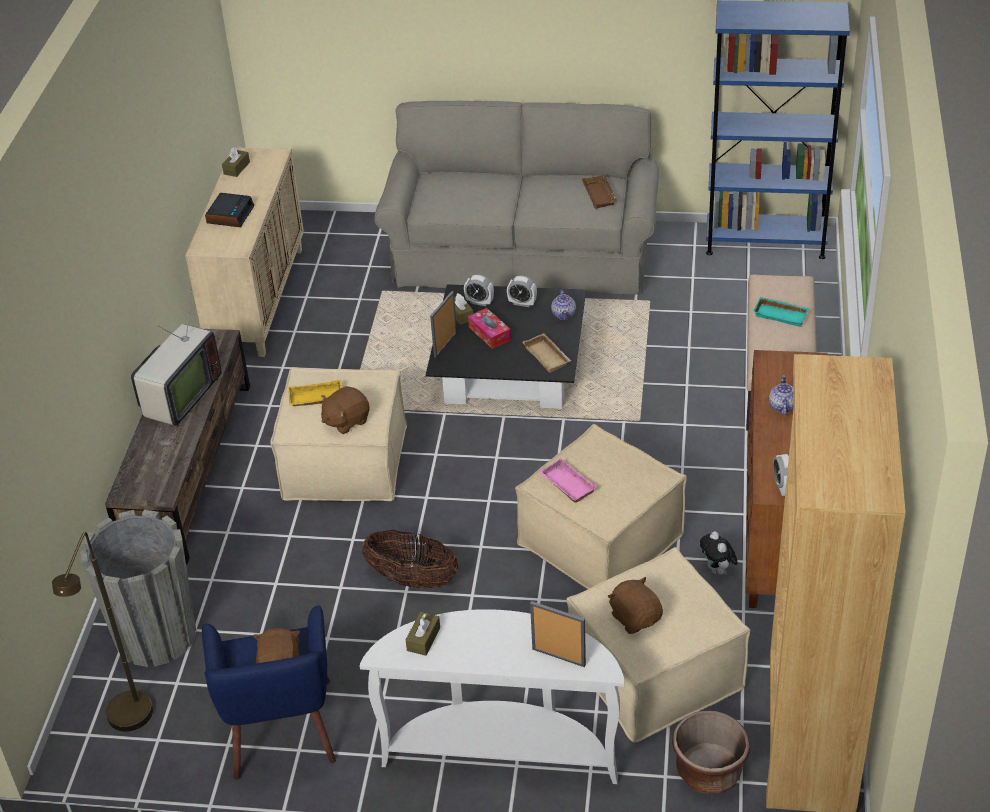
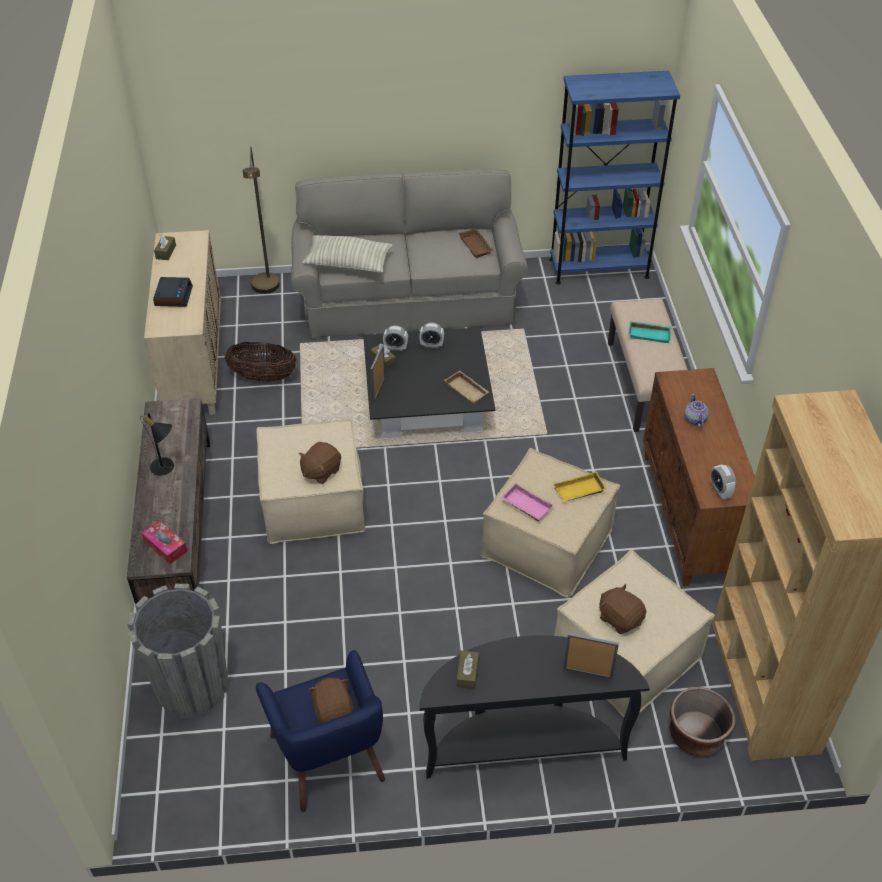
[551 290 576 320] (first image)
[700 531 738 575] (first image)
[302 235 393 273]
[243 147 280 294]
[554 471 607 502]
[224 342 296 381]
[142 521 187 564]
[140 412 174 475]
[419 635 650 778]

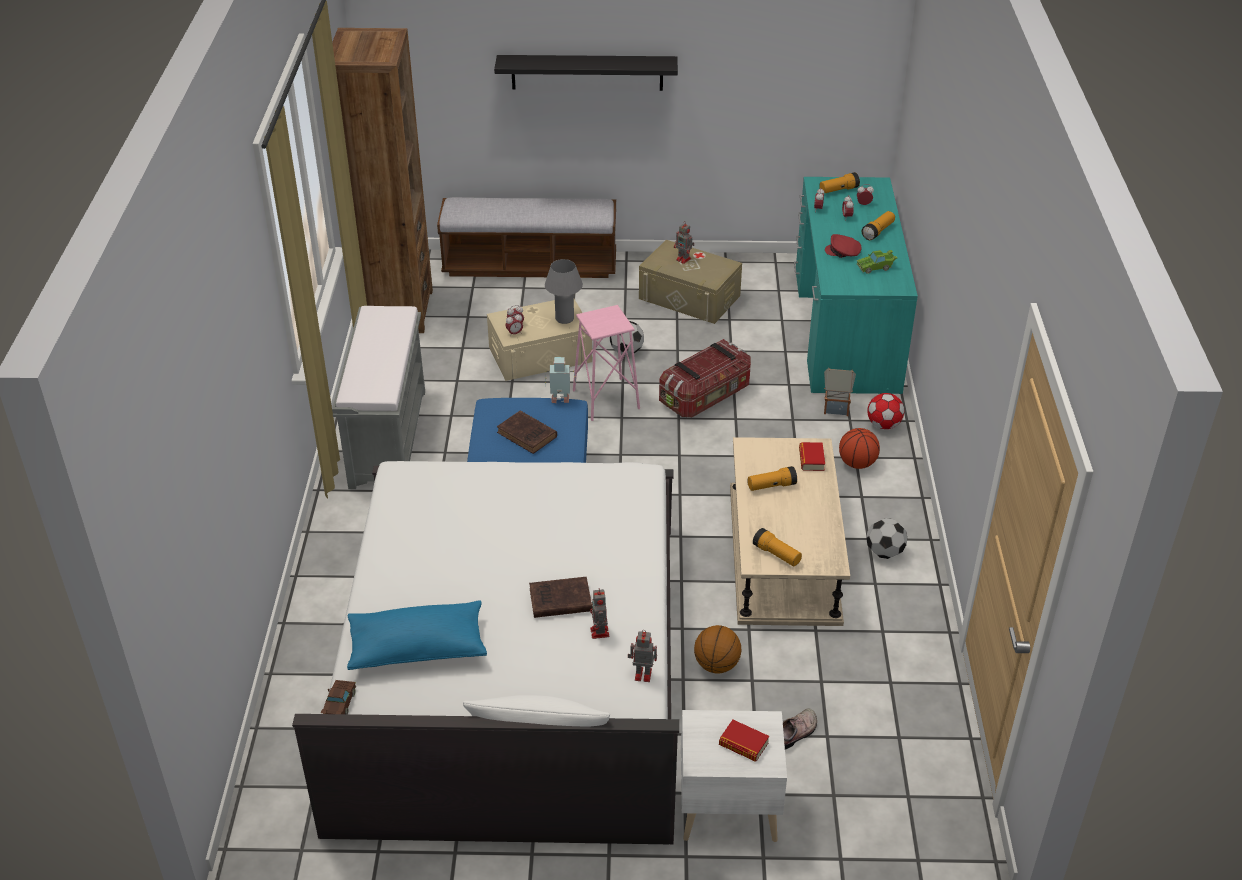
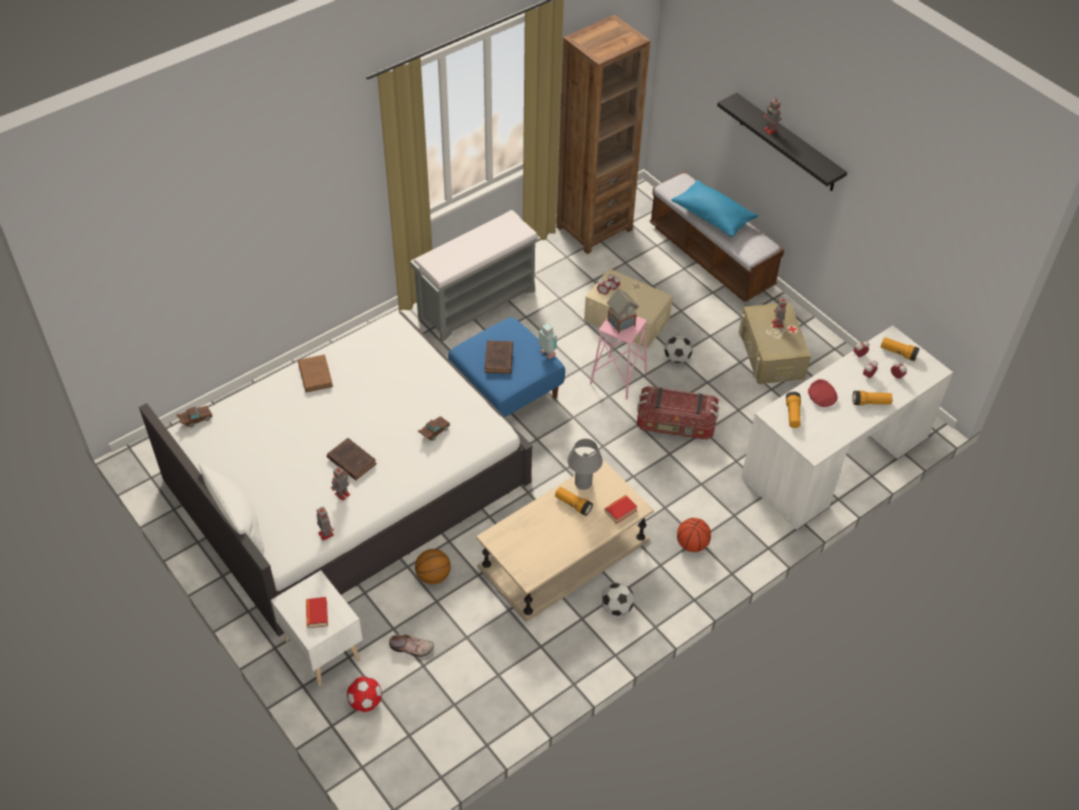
[857 250 897 274] (first image)
[298 355 333 392]
[417 416 450 441]
[763 97 782 135]
[671 180 758 237]
[567 439 603 490]
[786 392 801 428]
[607 288 639 334]
[347 676 382 712]
[741 325 953 530]

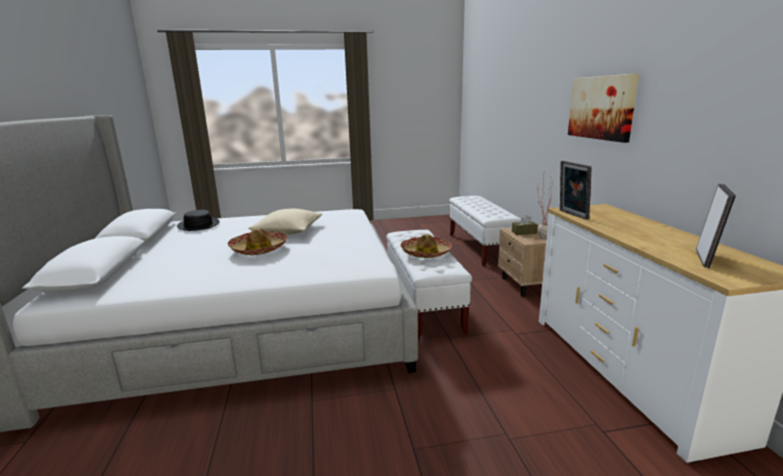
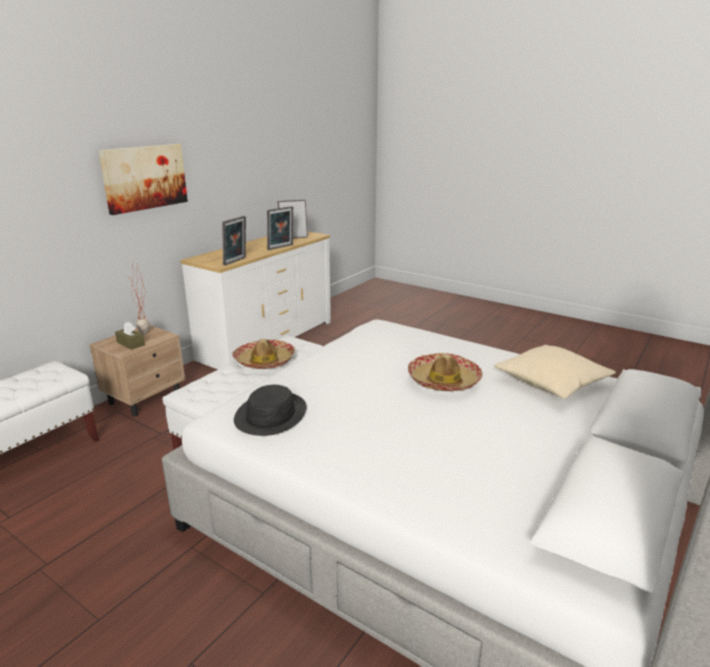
[267 206 293 250]
[234 385 307 436]
[495 345 616 399]

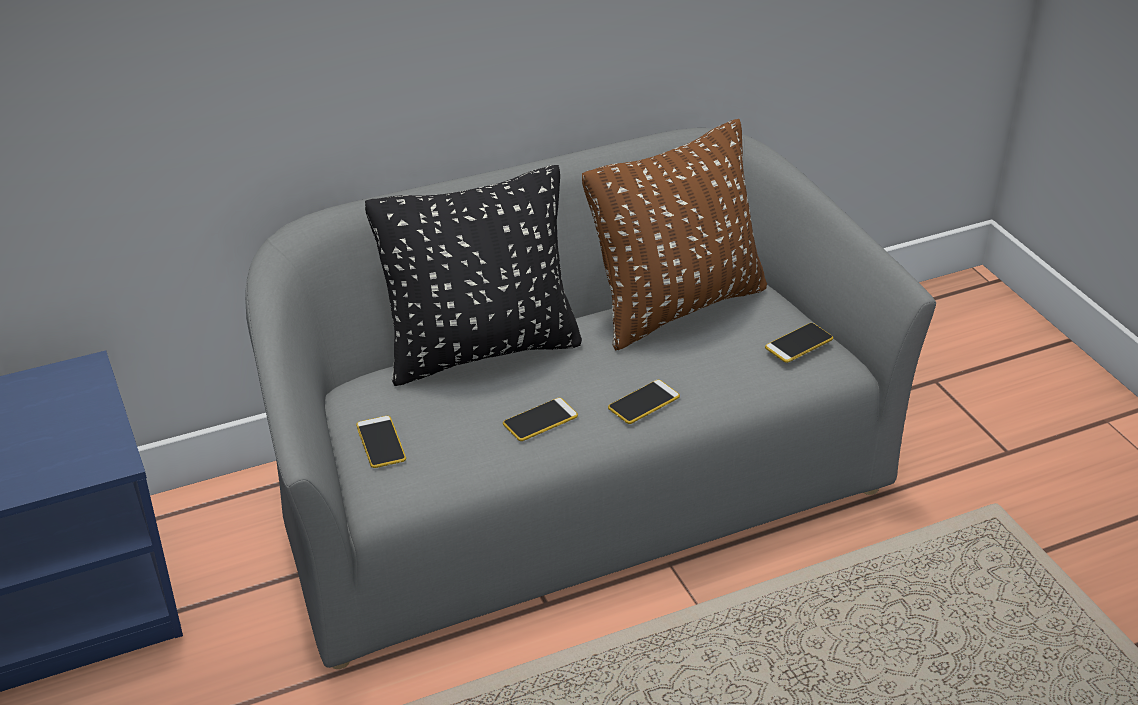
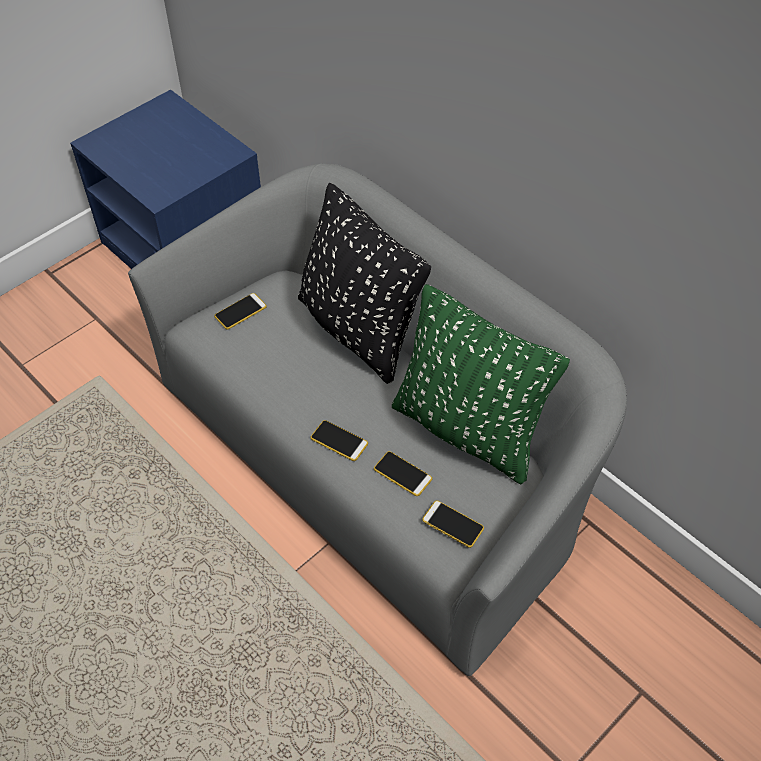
[374 451 432 496]
[392 284 570 485]

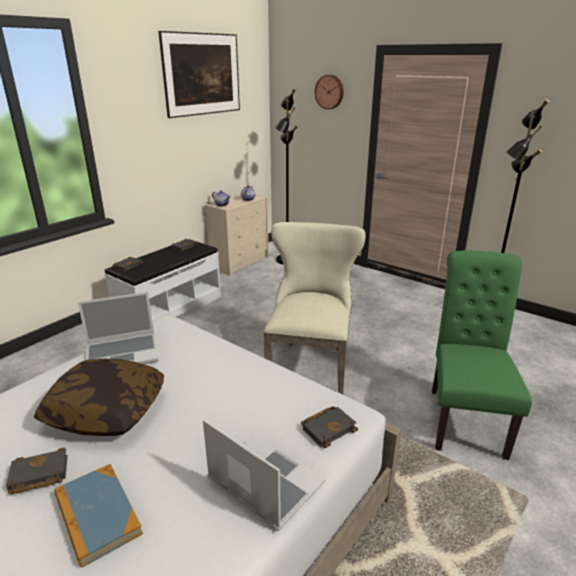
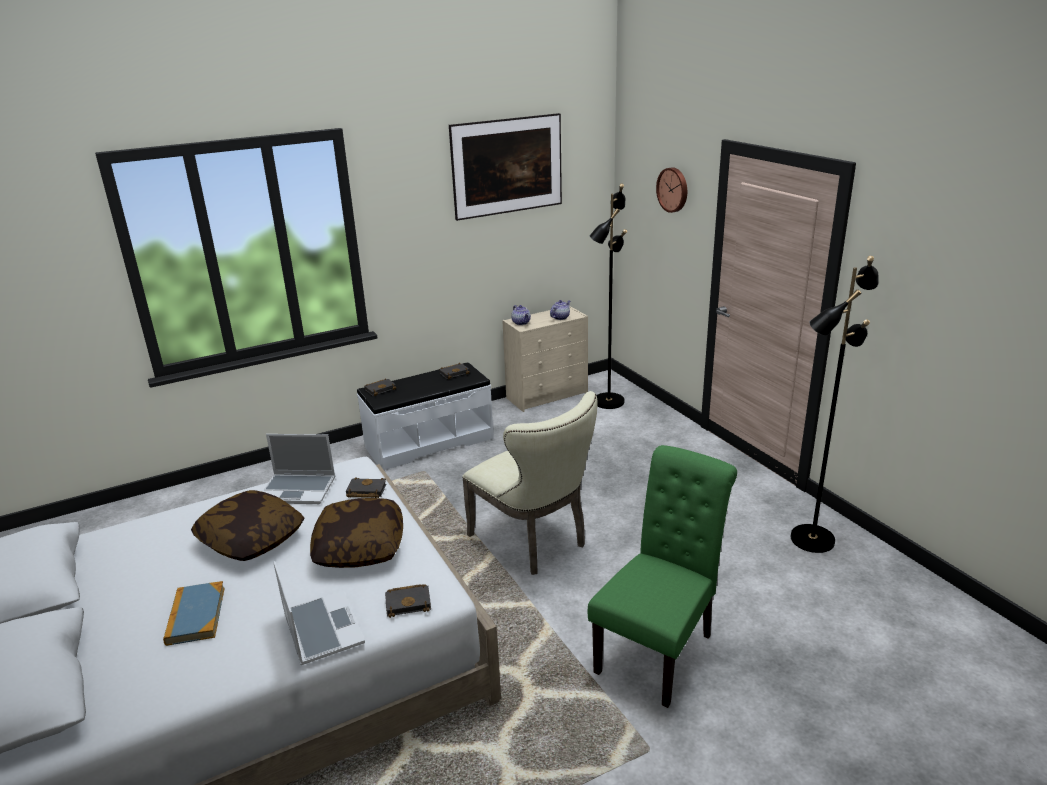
[310 498 403 568]
[346 477 386 498]
[462 391 598 575]

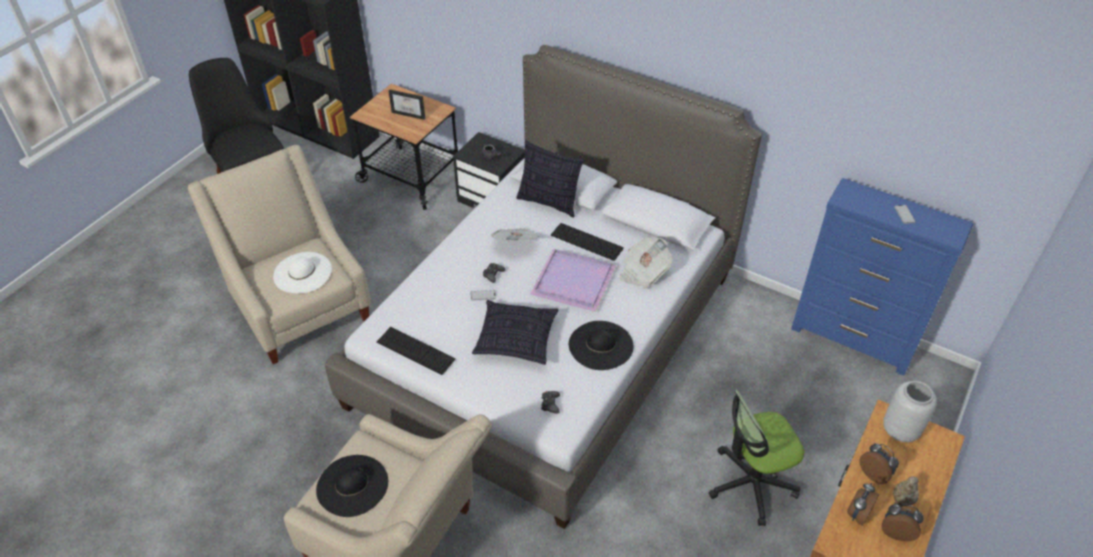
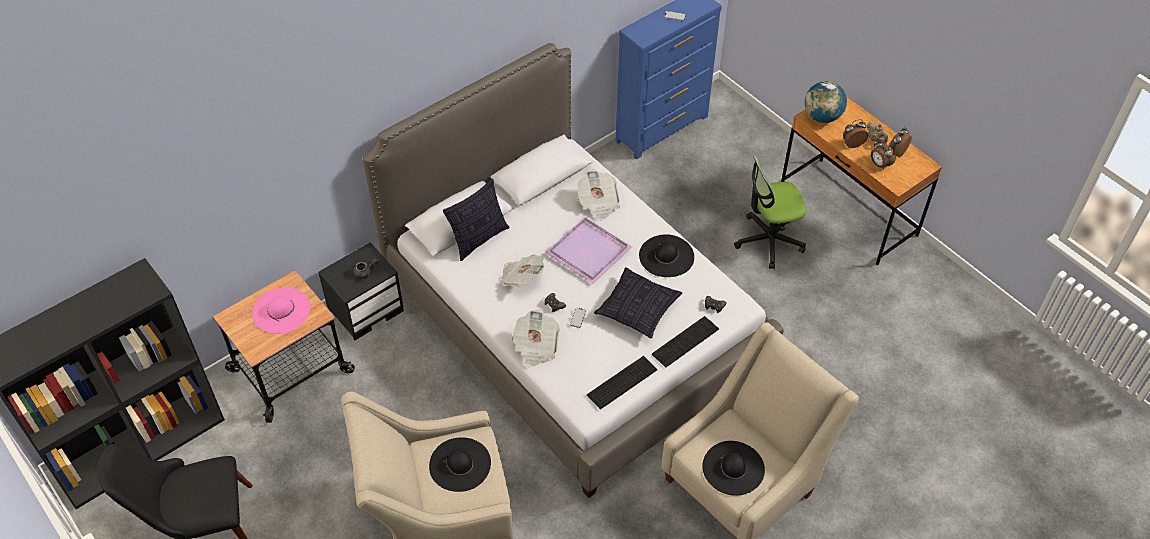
[512 310 560 367]
[652 316 719 368]
[252 288 310 334]
[805 81 847 123]
[429 437 491 492]
[734 155 806 269]

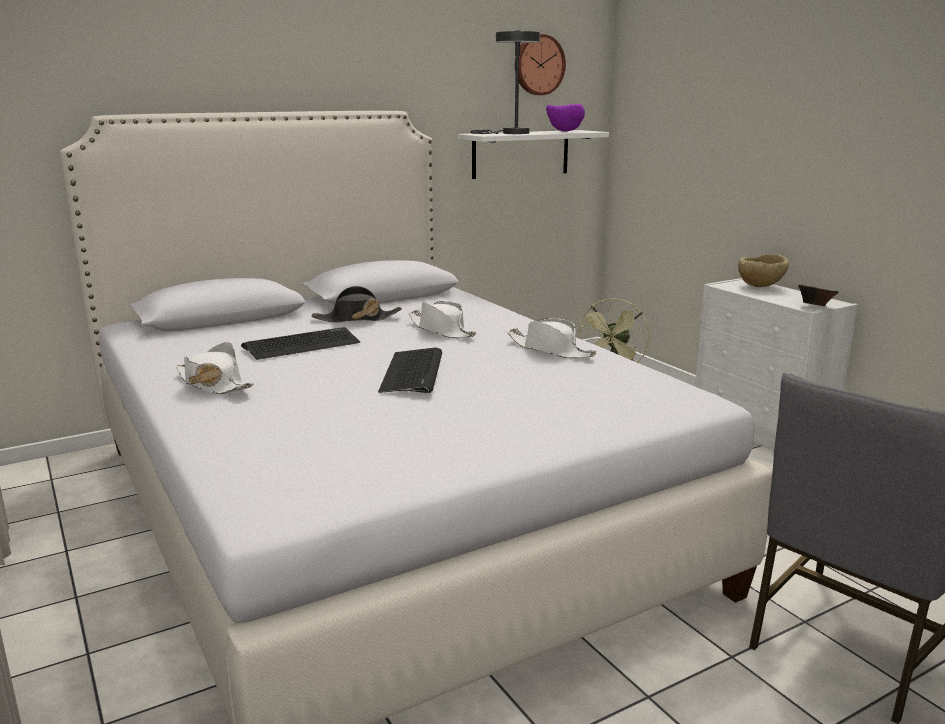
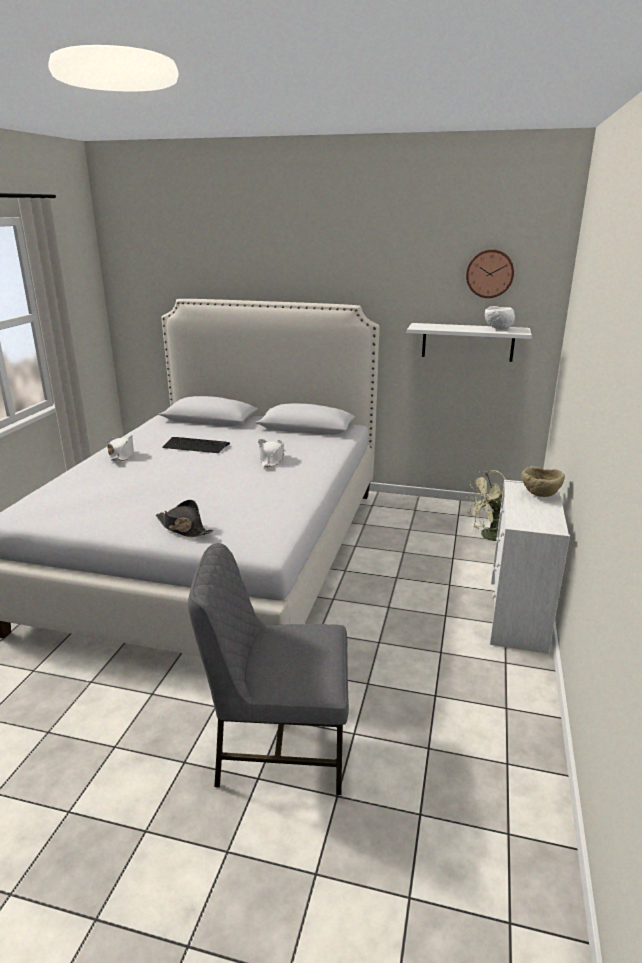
[378 347 442 393] (first image)
[471 31 540 134] (first image)
[507 318 597 359] (first image)
[798 284 839 306] (first image)
[156 500 214 537]
[485 306 515 330]

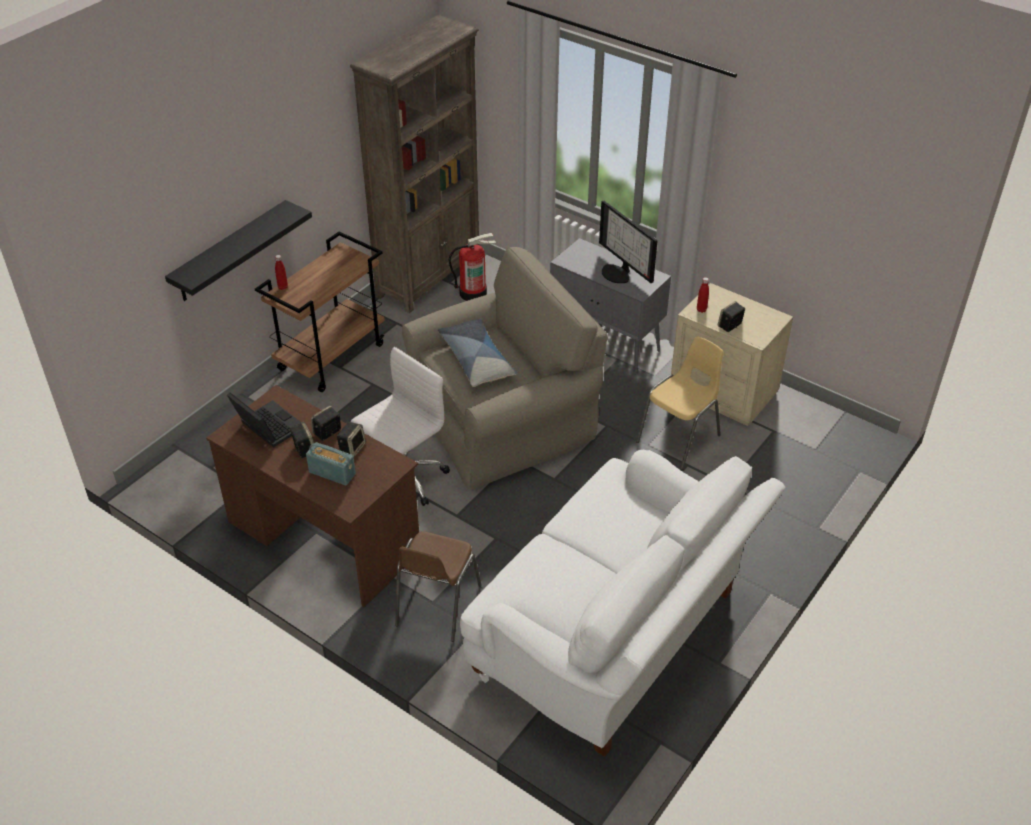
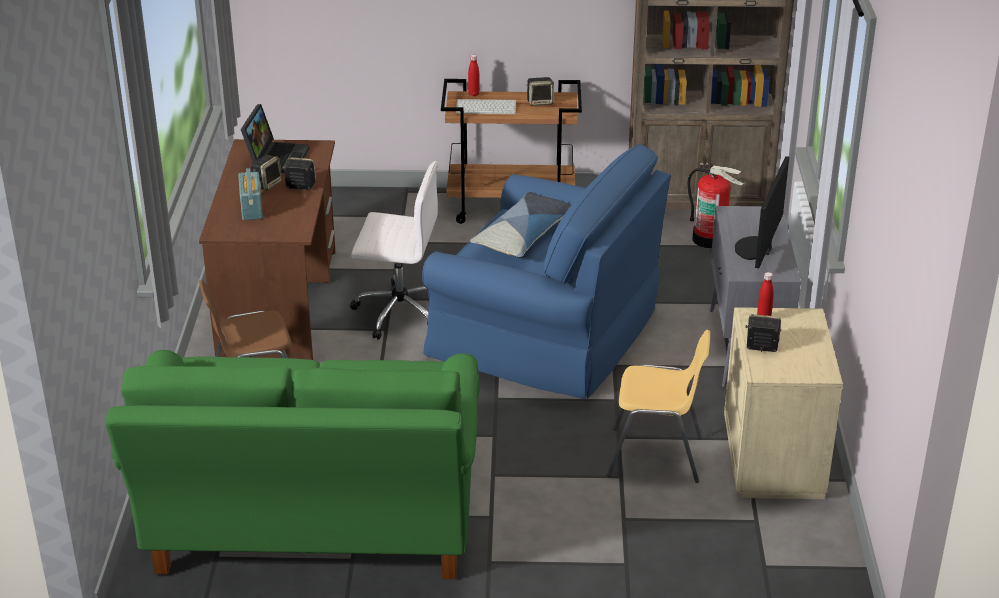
[165 200 312 301] (first image)
[456 99 516 114]
[527 77 554 106]
[422 144 671 399]
[105 350 480 579]

